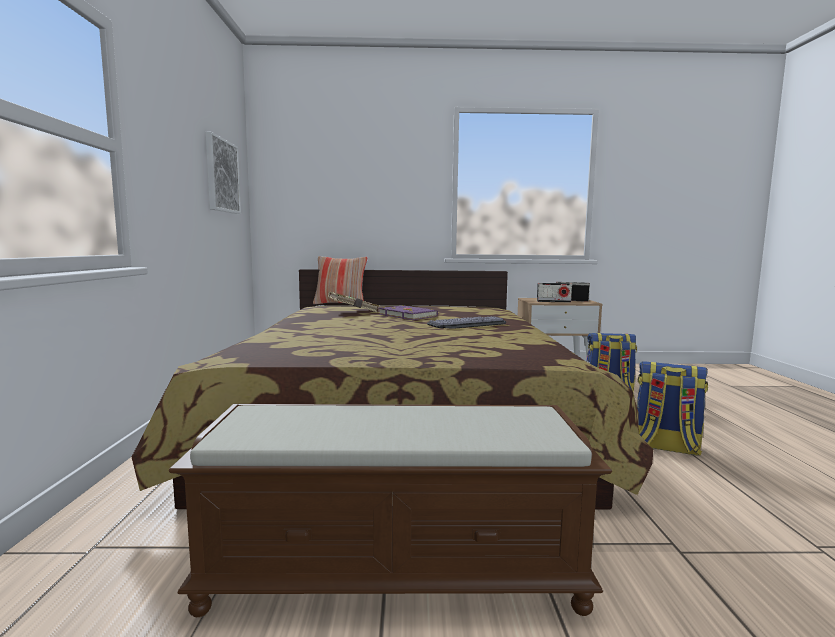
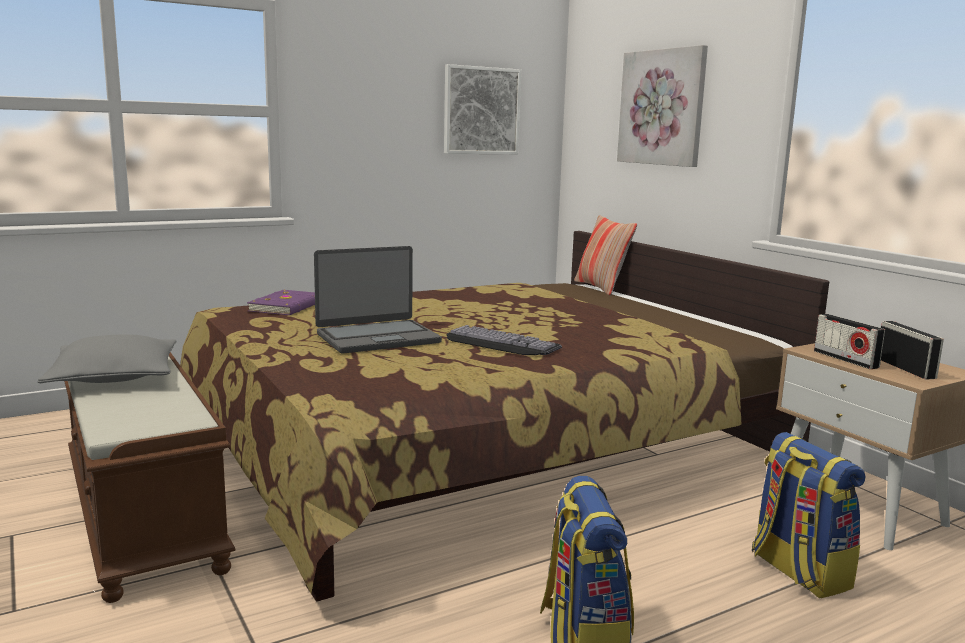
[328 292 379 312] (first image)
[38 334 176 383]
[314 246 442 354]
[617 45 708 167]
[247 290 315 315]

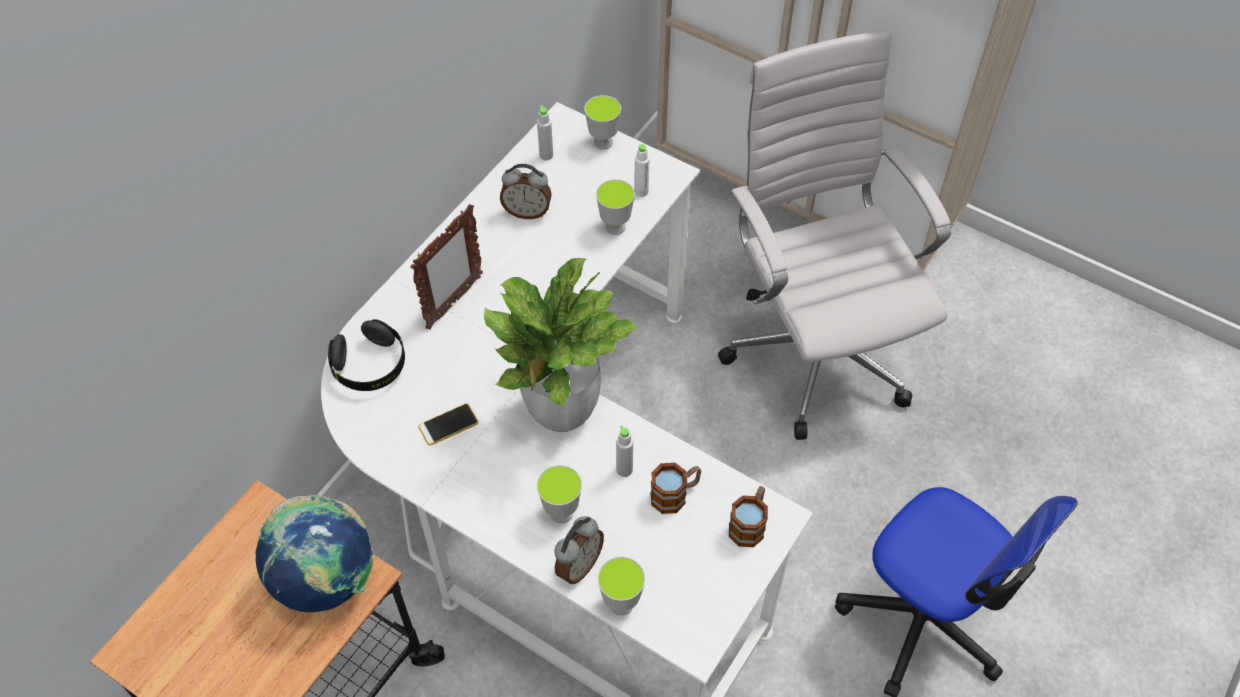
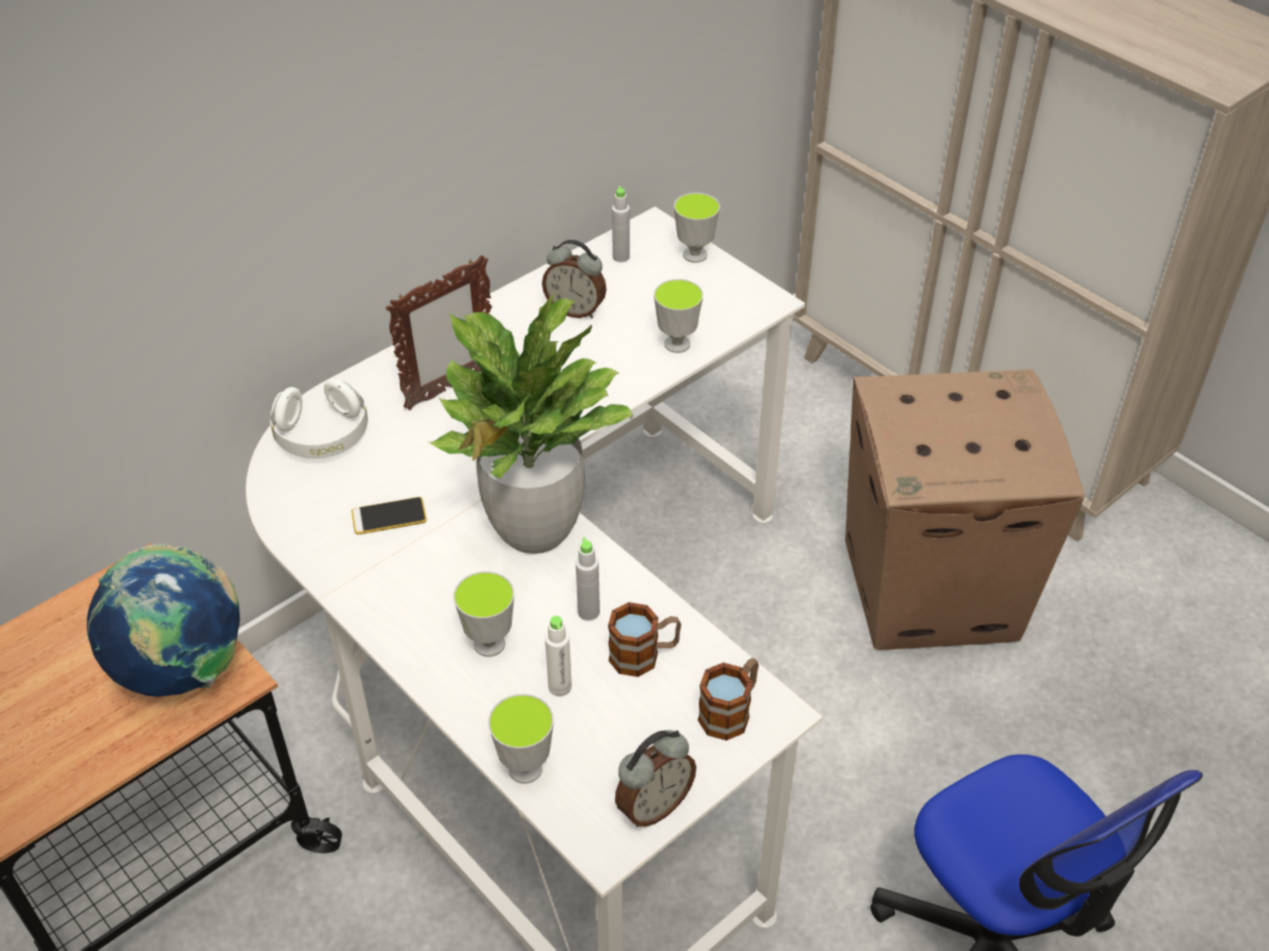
[615 730 696 827]
[545 616 572 696]
[845 369 1085 650]
[270 379 368 459]

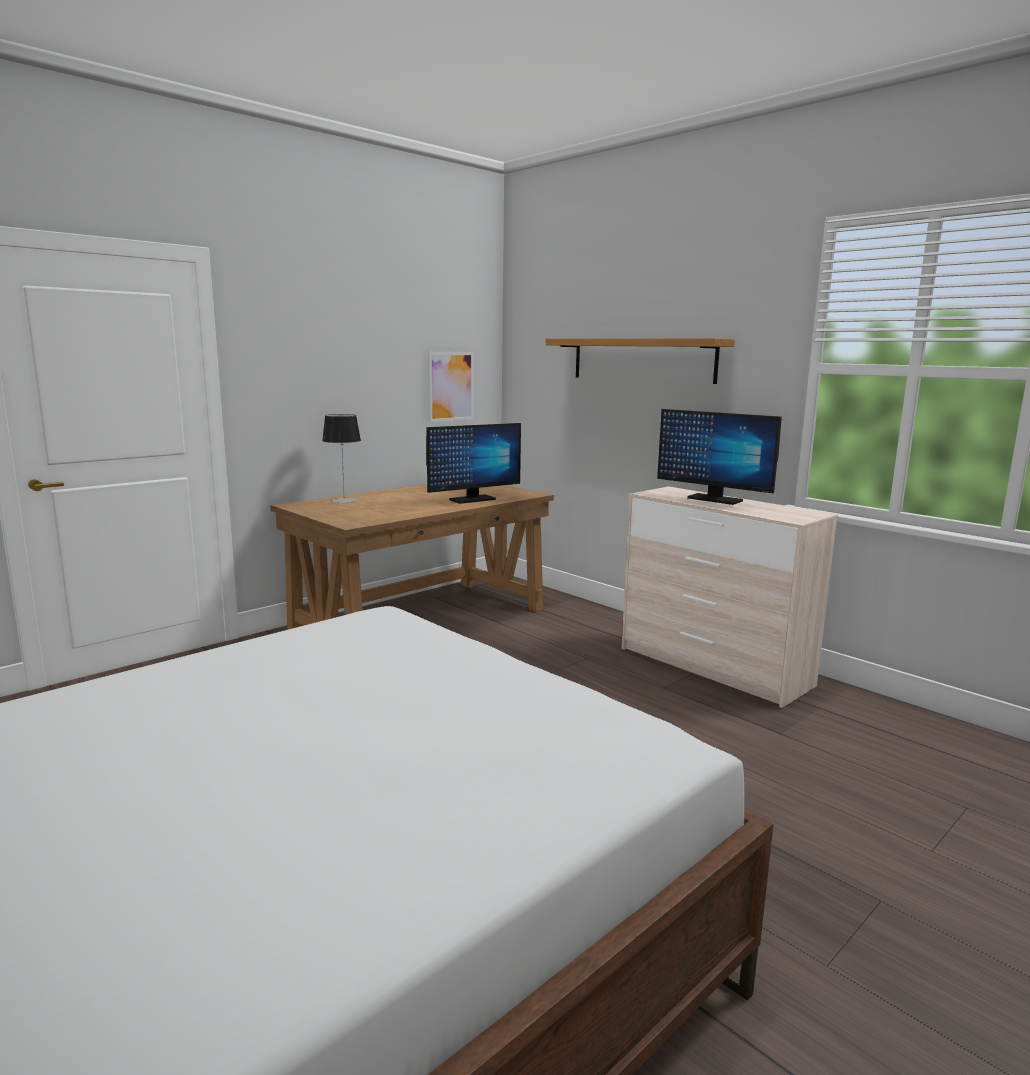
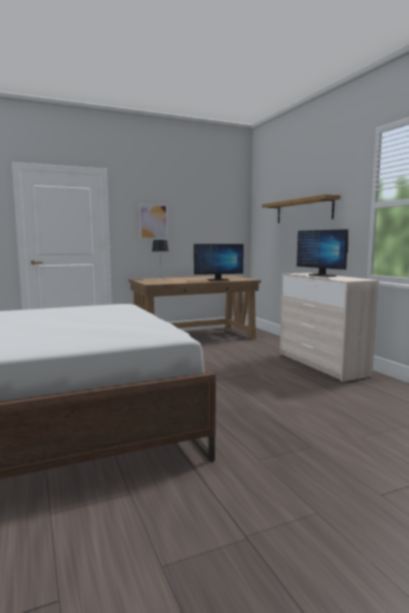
[139 203 168 239]

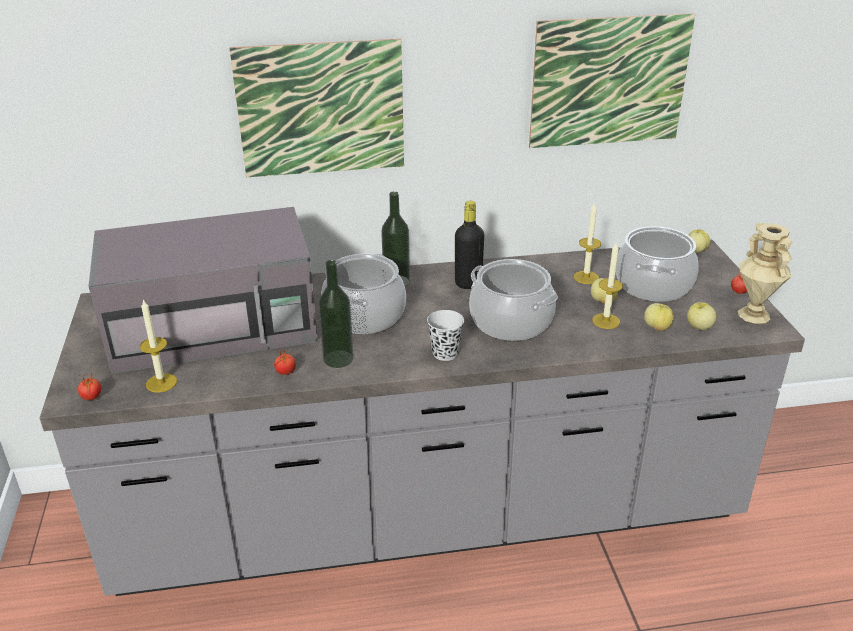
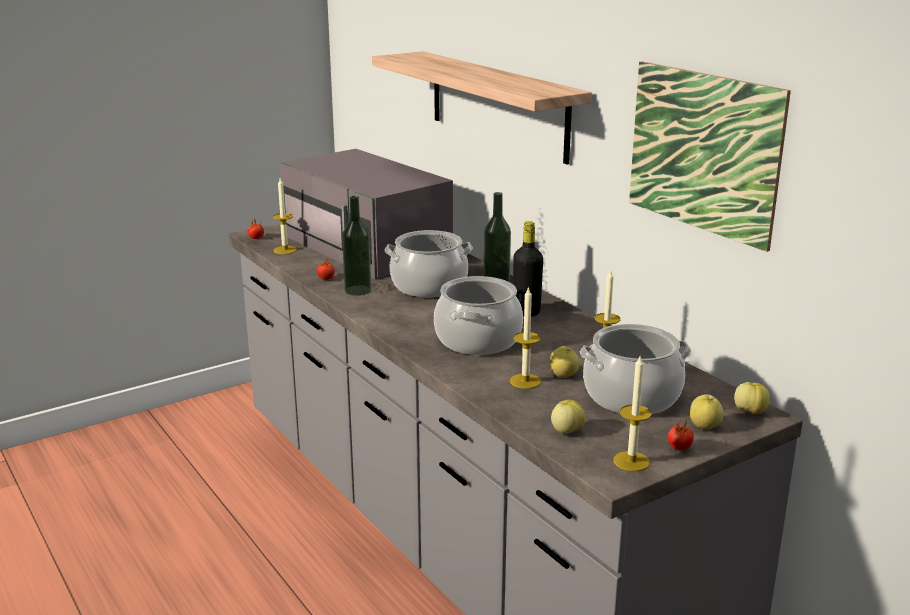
[427 310 464 361] (first image)
[690 394 724 429]
[372 51 592 164]
[614 354 652 471]

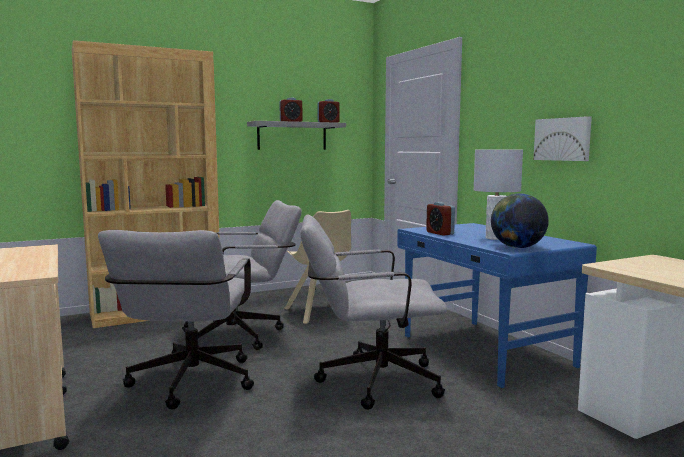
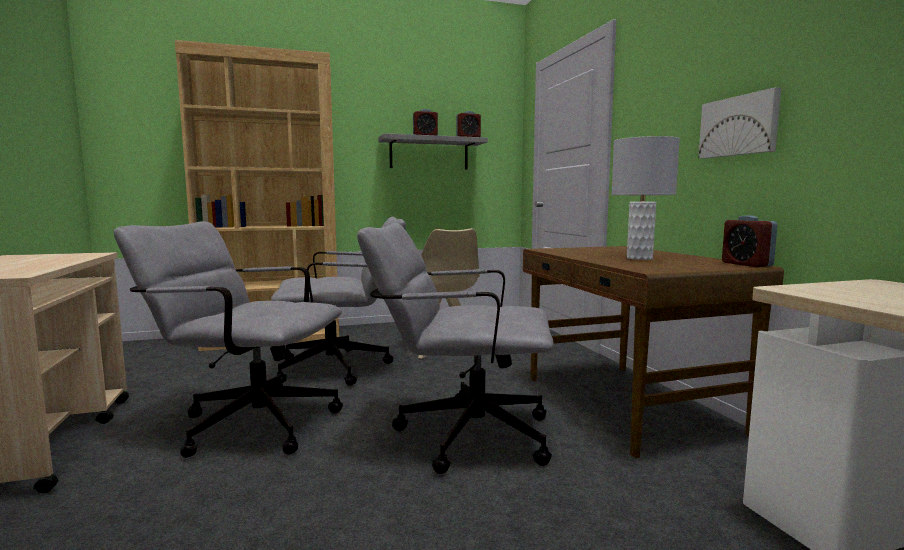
[491 193 549 248] (first image)
[722 216 778 267]
[523 246 784 458]
[113 221 343 458]

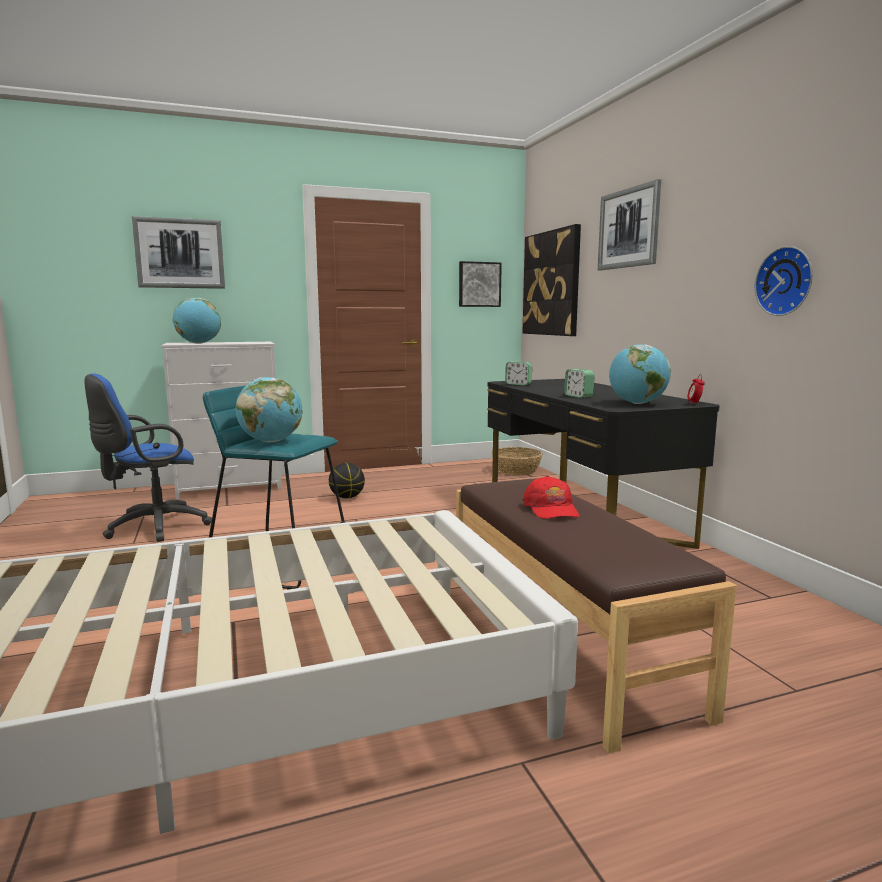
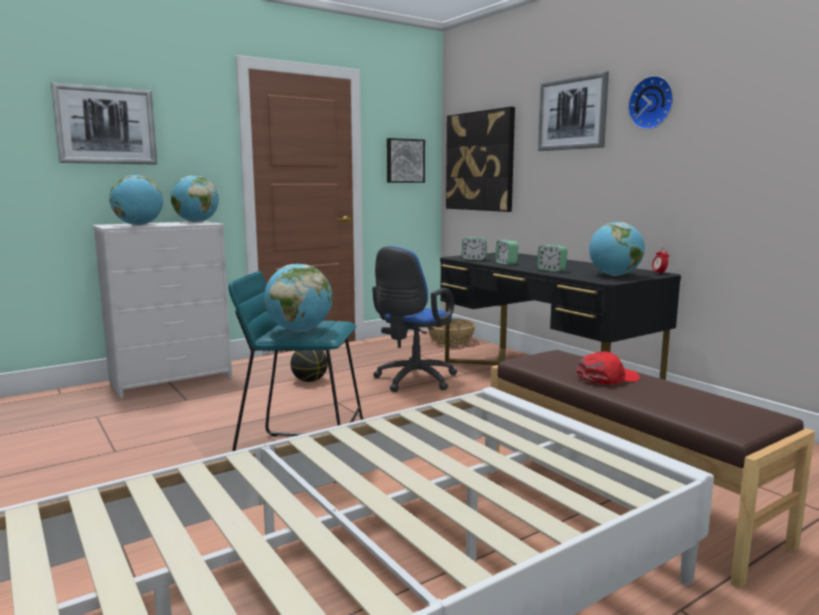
[171 176 219 222]
[495 240 519 265]
[372 246 457 392]
[628 76 674 130]
[577 351 640 385]

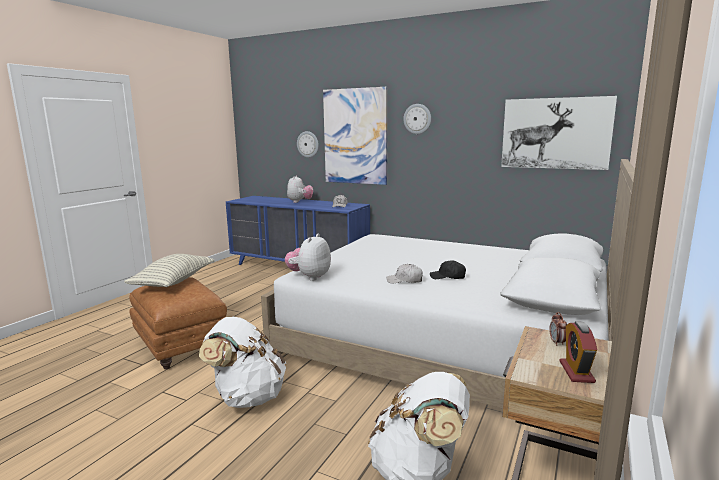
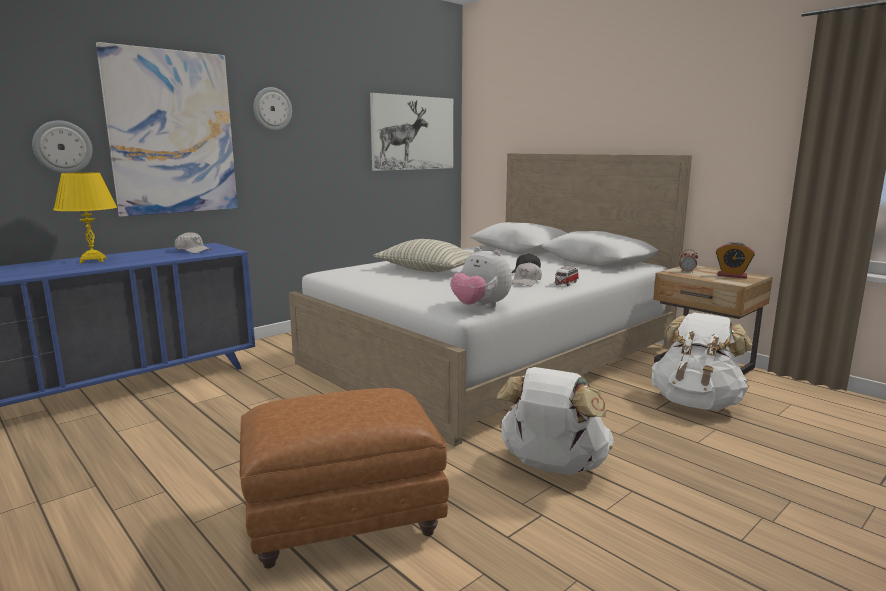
[554 266 579 286]
[373 239 473 272]
[53 172 117 263]

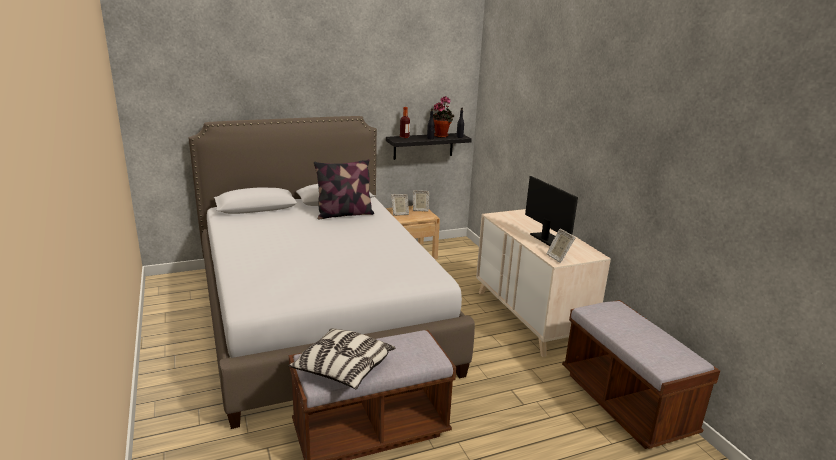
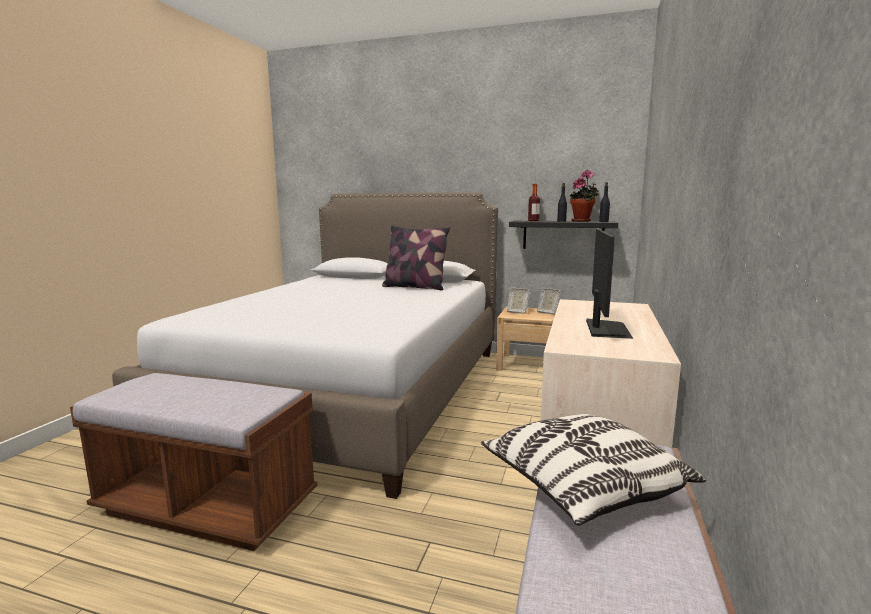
[546 228 576 263] (first image)
[481 414 706 526]

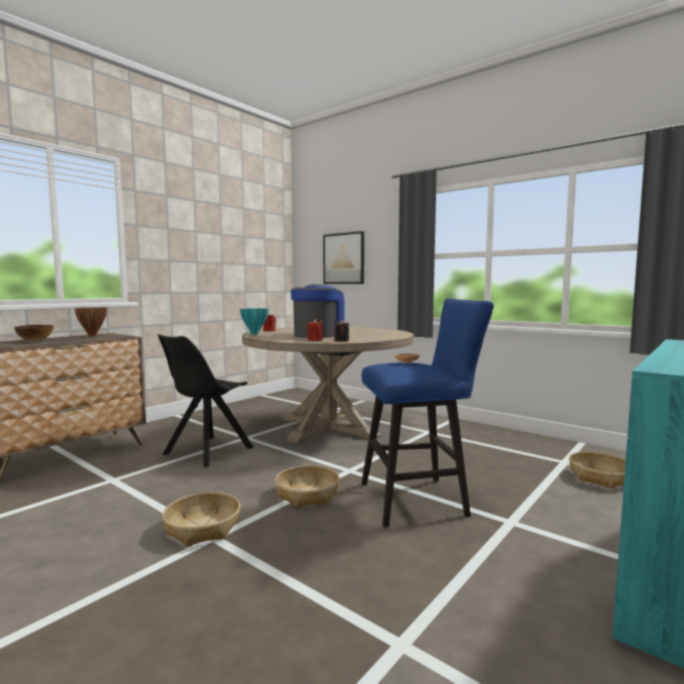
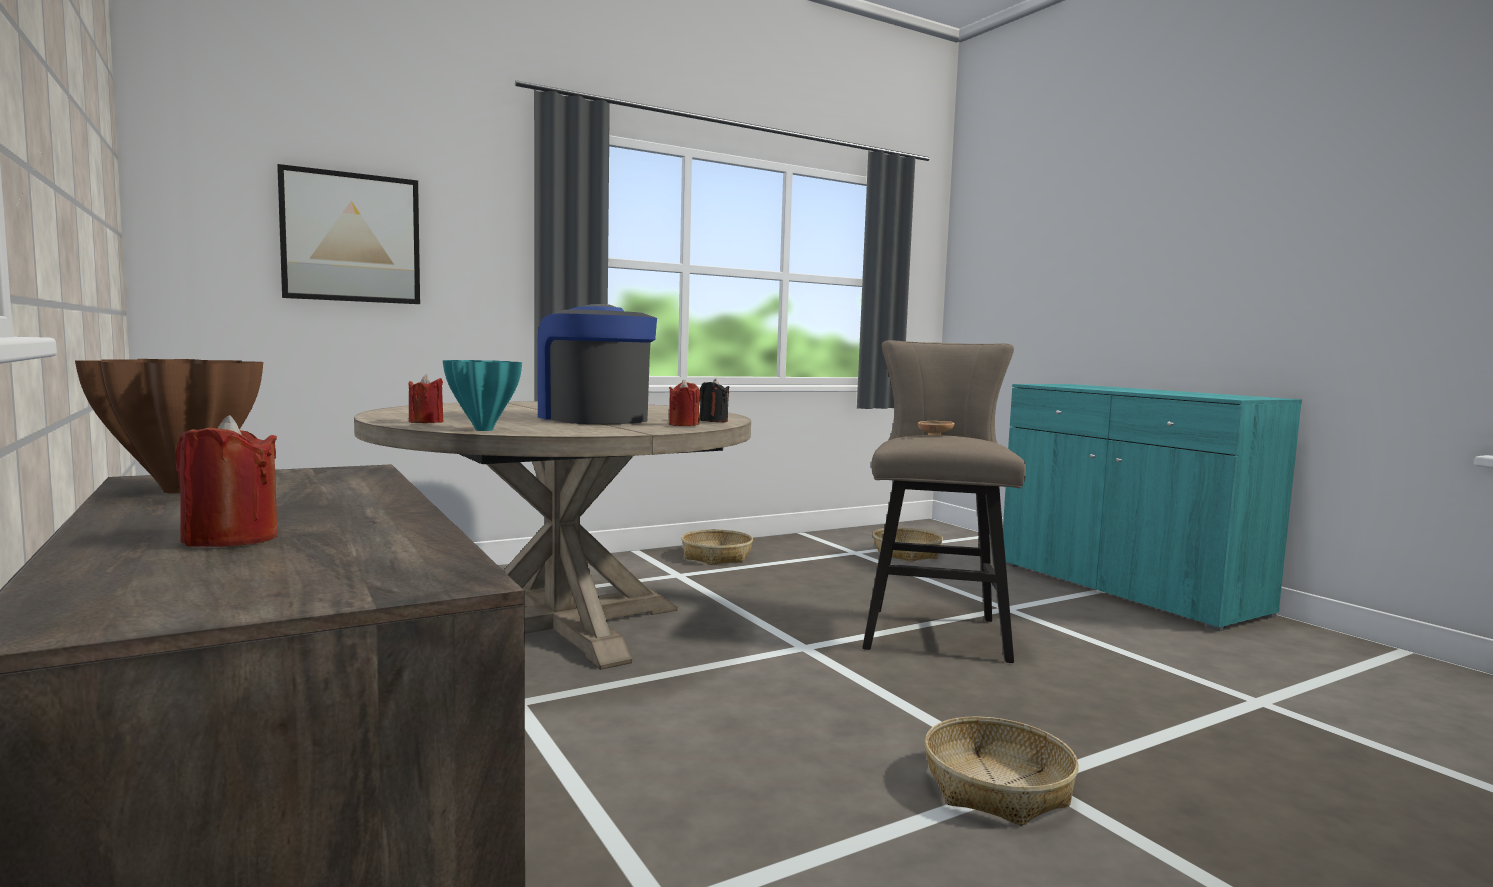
[158 334 253 467] (first image)
[681 529 753 565]
[175 415 278 547]
[862 340 1026 663]

